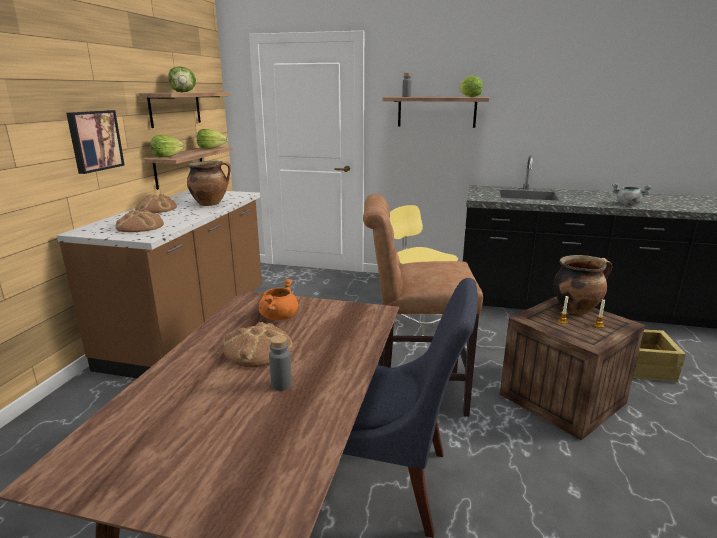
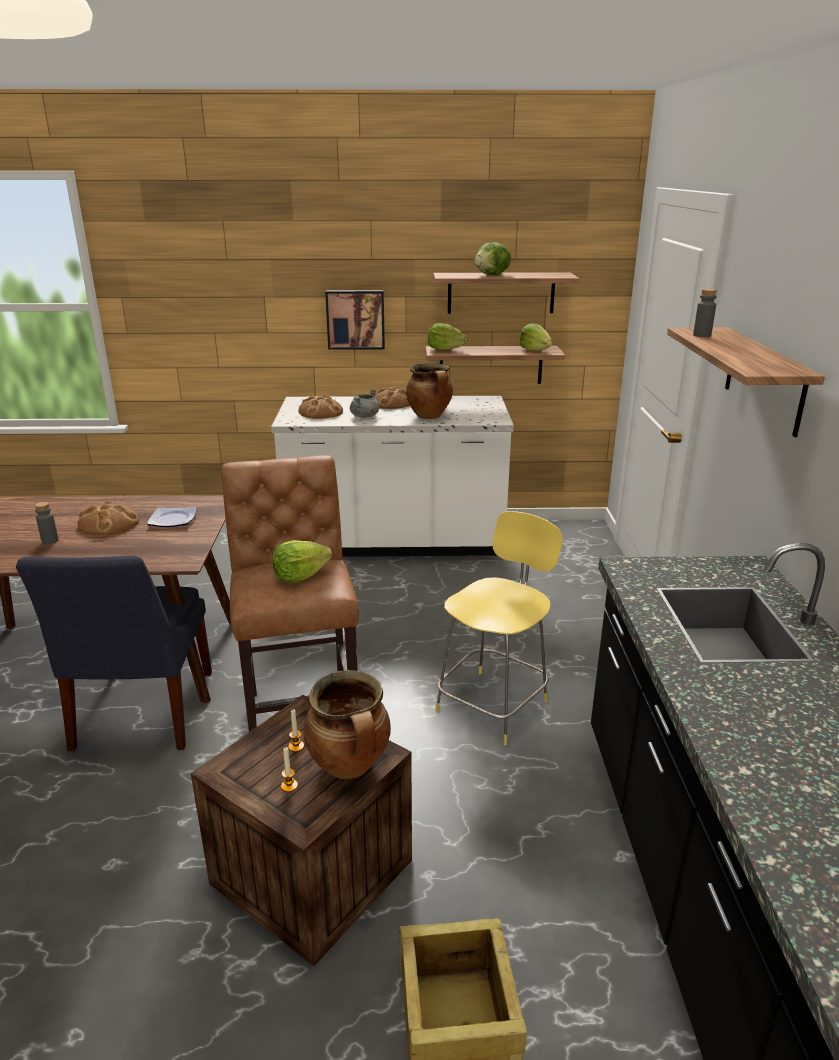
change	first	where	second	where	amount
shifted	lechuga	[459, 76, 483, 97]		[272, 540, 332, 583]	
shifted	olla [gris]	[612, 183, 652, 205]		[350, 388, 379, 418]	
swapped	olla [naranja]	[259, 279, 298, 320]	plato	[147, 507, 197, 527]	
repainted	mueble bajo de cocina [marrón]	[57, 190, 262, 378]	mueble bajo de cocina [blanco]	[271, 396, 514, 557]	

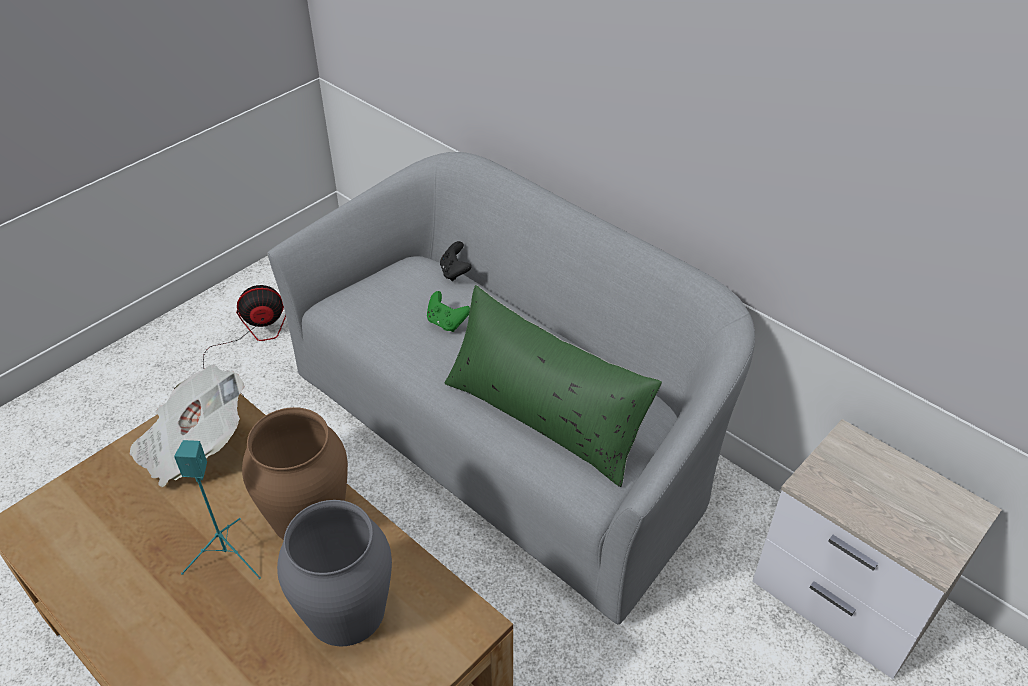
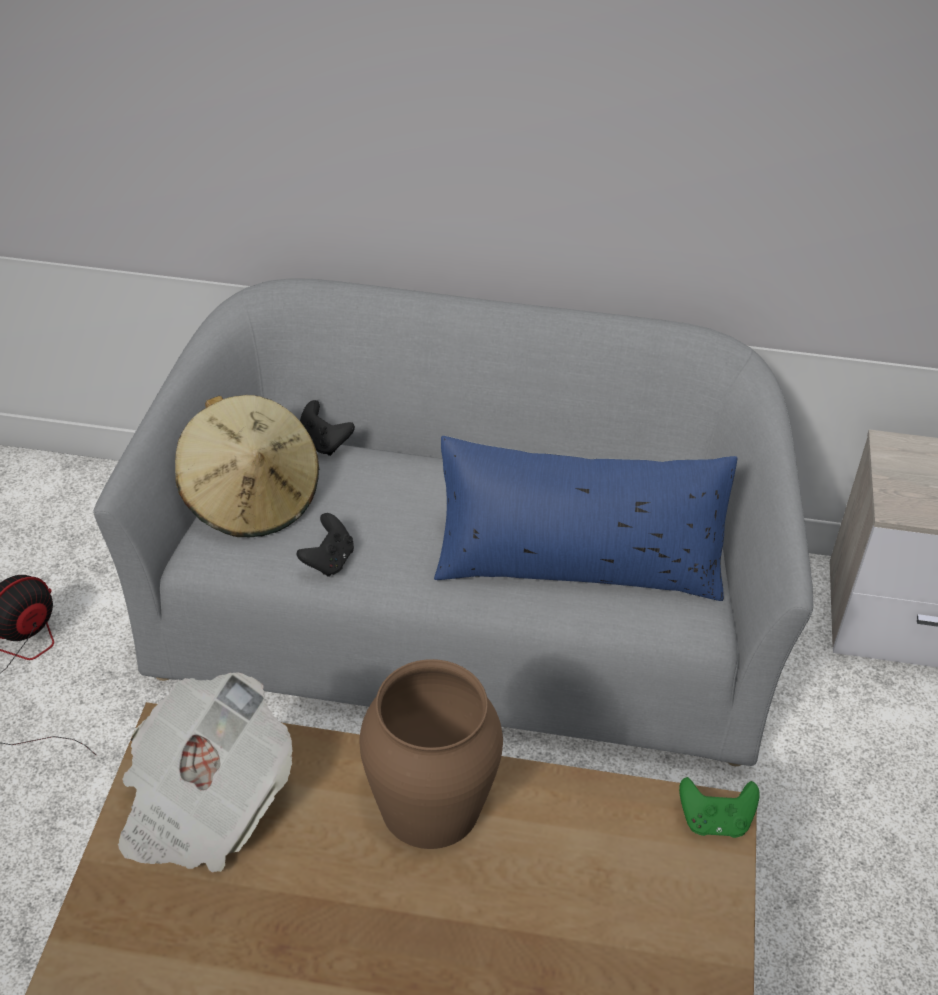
change	first	where	second	where	amount
gone	altavoz [turquesa]	[174, 440, 261, 579]			
gone	florero [gris]	[277, 500, 392, 646]			
new			sombrero [beis]	[175, 395, 319, 537]	
new			mando de consola [negro]	[297, 513, 354, 577]	
shifted	mando de consola [verde]	[427, 291, 470, 332]		[679, 777, 759, 838]	
repainted	cojín [verde]	[445, 285, 662, 487]	cojín [azul]	[434, 436, 737, 601]	

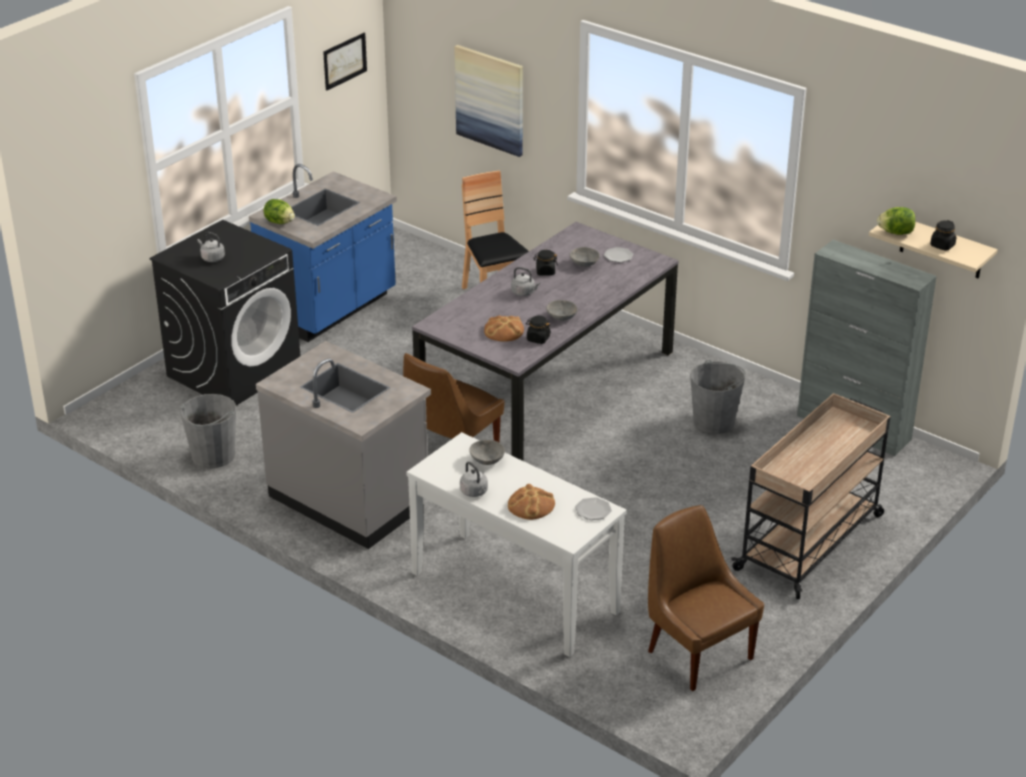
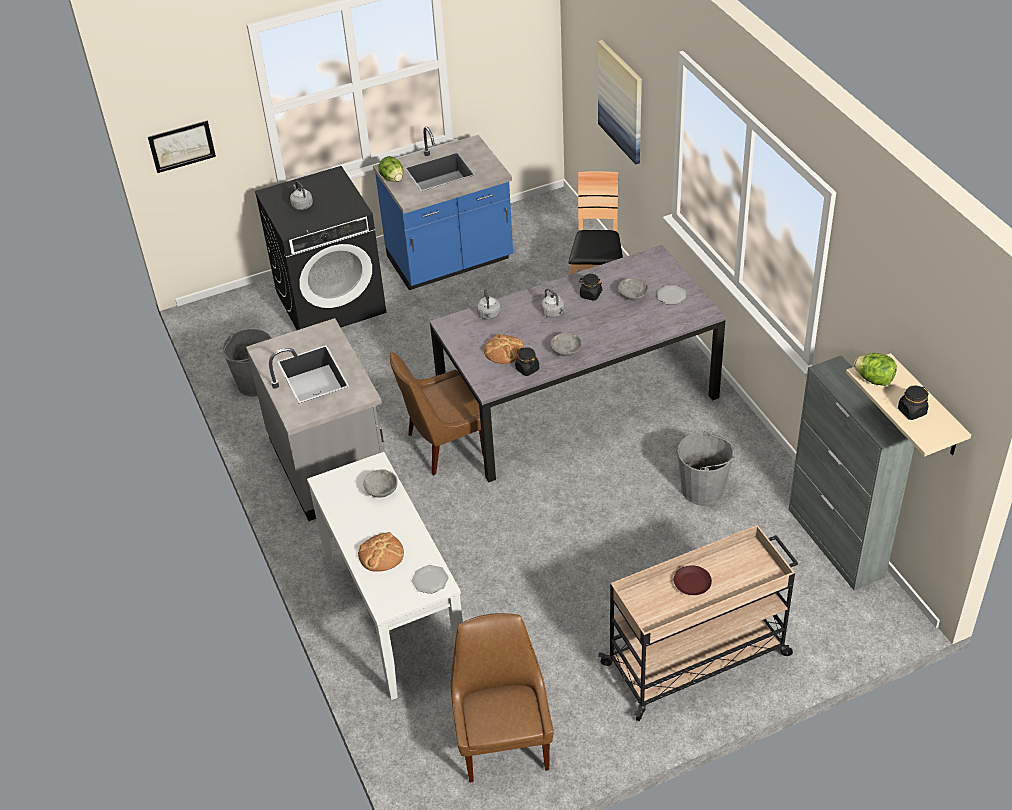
change	first	where	second	where	amount
new			plato [marrón]	[674, 565, 712, 595]	
shifted	cuadro	[323, 33, 367, 90]		[148, 121, 216, 173]	
shifted	hervidor [gris]	[460, 462, 488, 497]		[477, 289, 500, 319]	

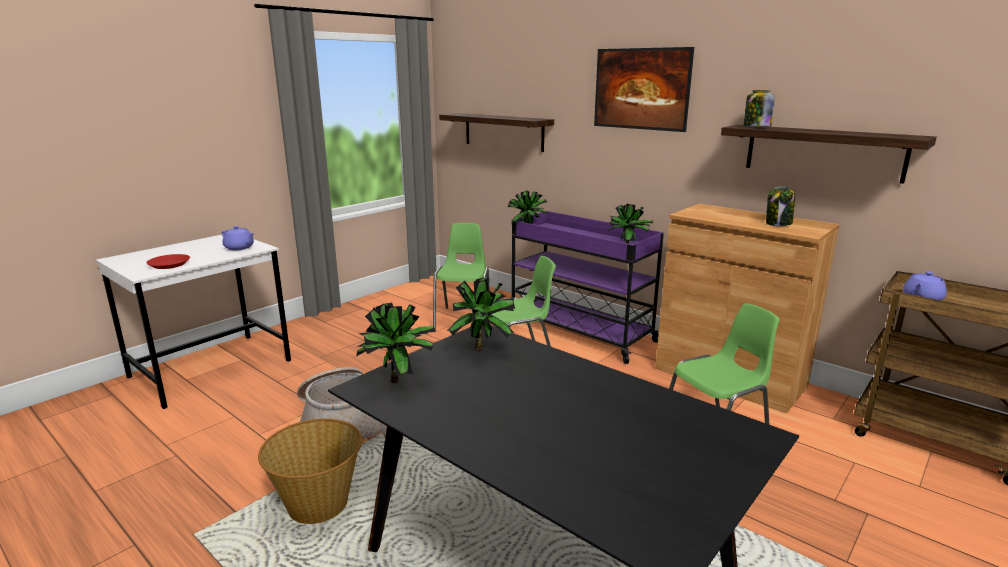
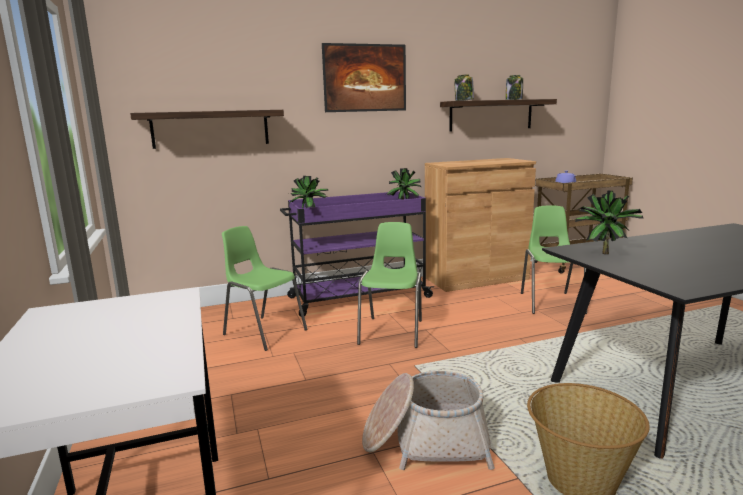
change	first	where	second	where	amount
gone	plato [rojo]	[146, 254, 190, 269]			
gone	tetera [morado]	[222, 226, 254, 250]			
gone	planta en maceta	[356, 303, 436, 383]			
shifted	tarro	[766, 186, 795, 226]		[506, 75, 523, 100]	

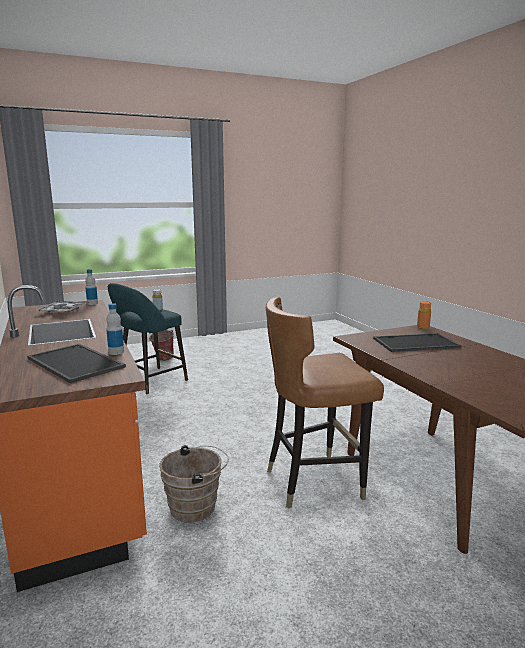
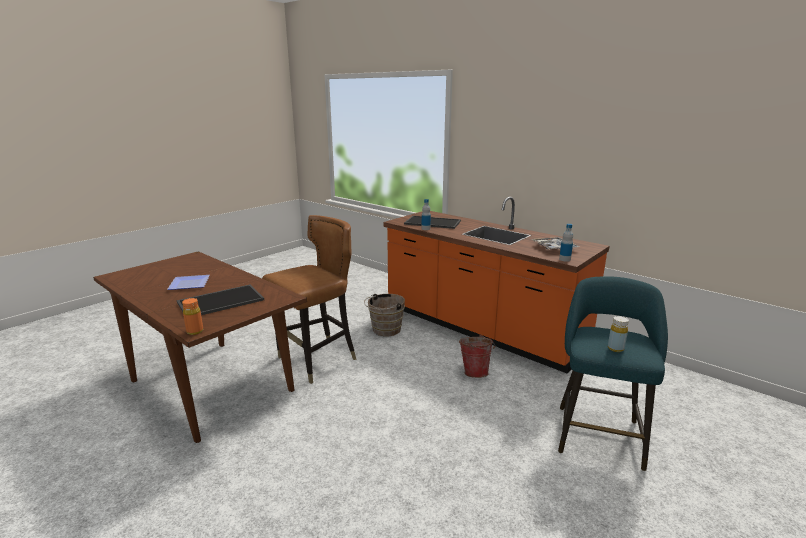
change	first	where	second	where	amount
new			plato	[167, 275, 210, 290]	
shifted	cubo	[148, 330, 174, 361]		[459, 335, 495, 378]	

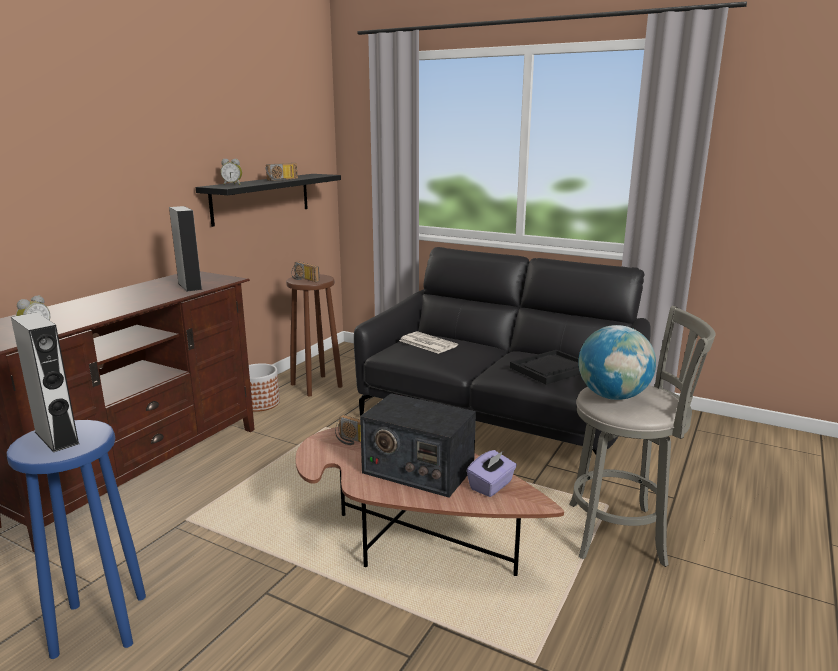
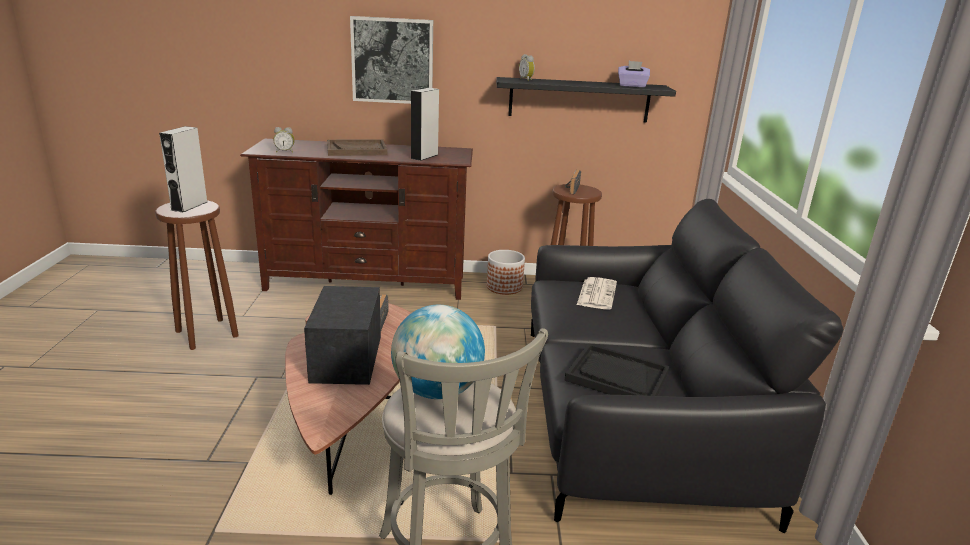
change	first	where	second	where	amount
gone	radio	[266, 163, 298, 181]			
new			bandeja [marrón]	[327, 139, 387, 156]	
new			cuadro	[350, 16, 433, 104]	
shifted	caja de pañuelos [morado]	[467, 450, 517, 497]		[618, 61, 650, 87]	
repainted	taburete [azul]	[7, 420, 146, 659]	taburete [marrón]	[155, 200, 239, 350]	

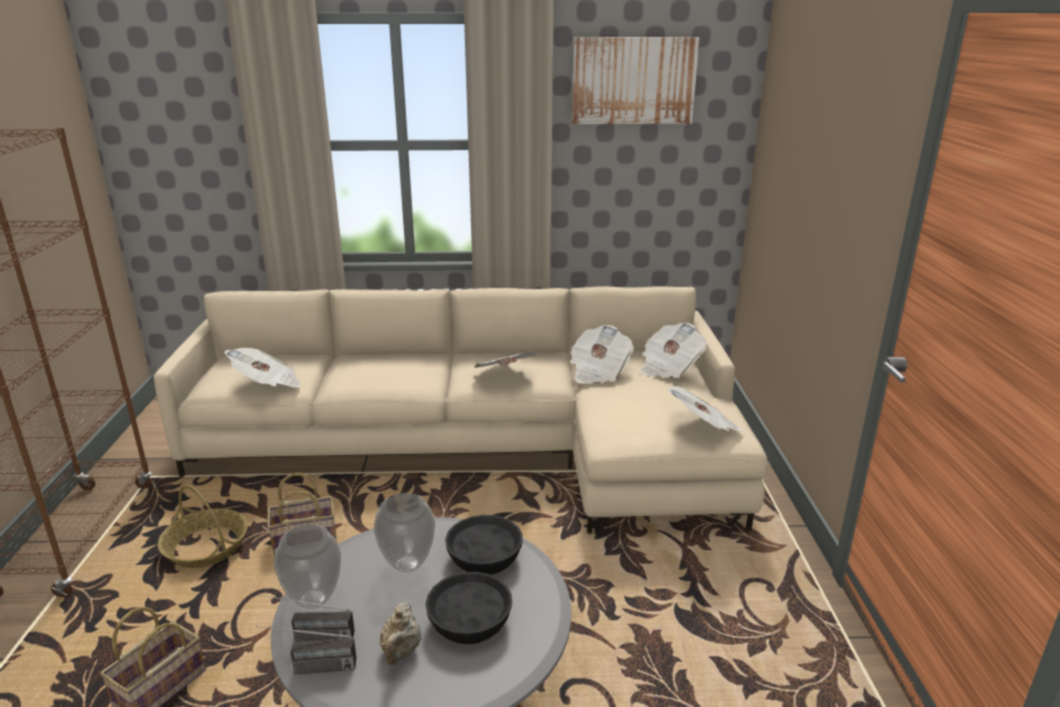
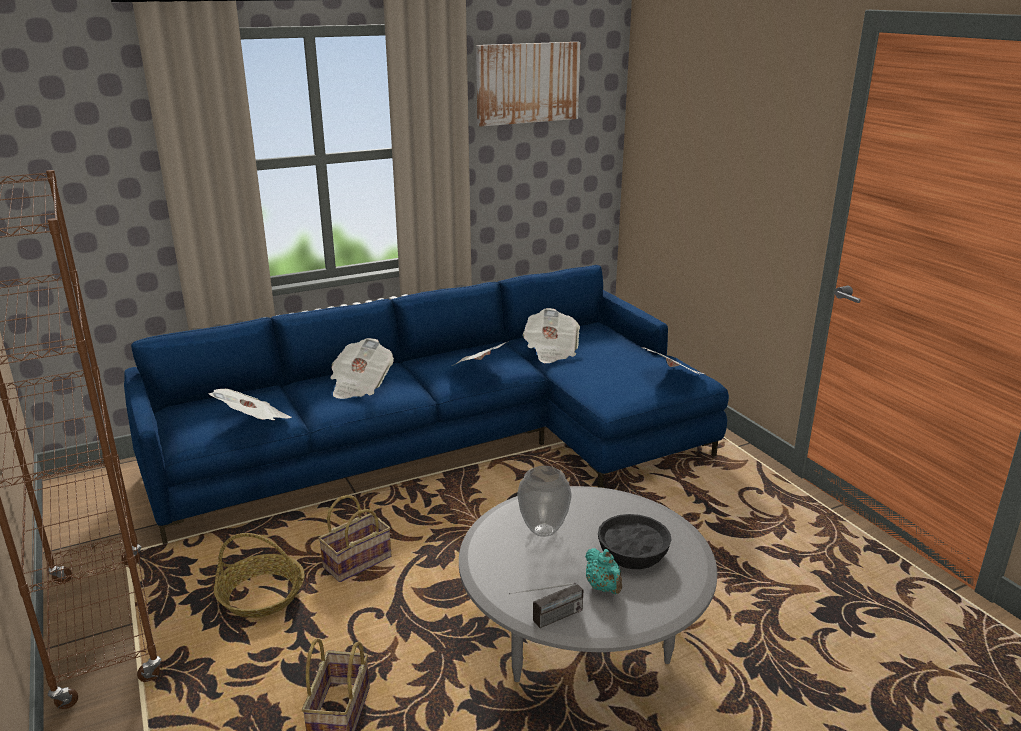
change	first	where	second	where	amount
gone	radio	[260, 595, 355, 642]			
gone	florero	[274, 524, 341, 609]			
gone	cuenco [negro]	[445, 515, 523, 575]			
shifted	periódico	[641, 323, 706, 378]		[330, 338, 394, 399]	
repainted	sofá [beis]	[154, 286, 767, 534]	sofá [azul]	[124, 265, 729, 544]	
repainted	tetera [beis]	[379, 602, 421, 665]	tetera [turquesa]	[585, 548, 622, 594]	

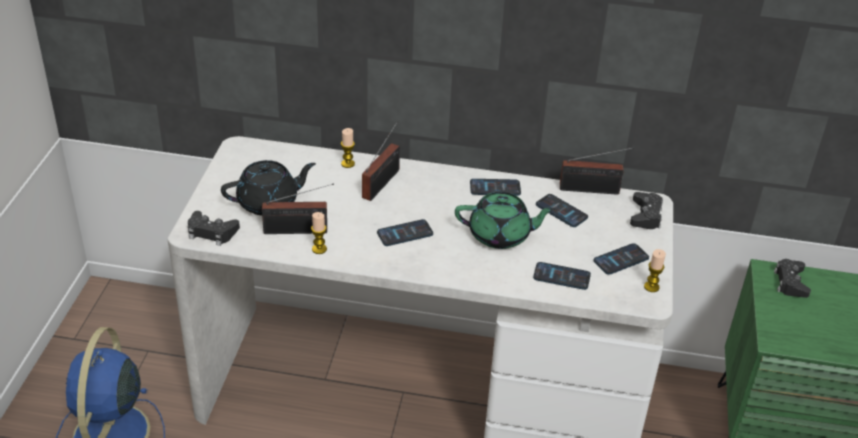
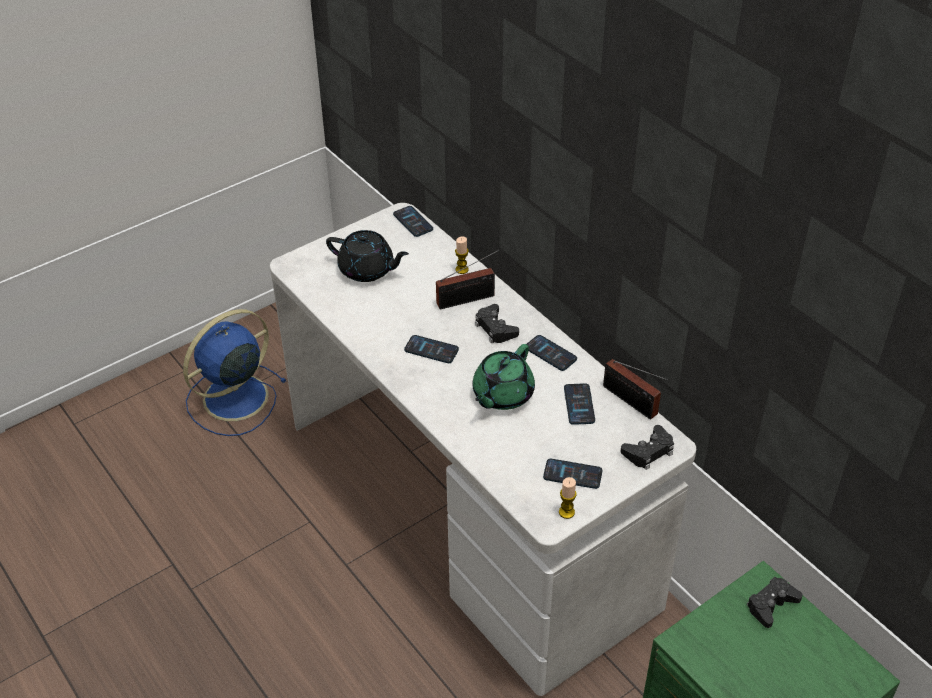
change	first	where	second	where	amount
gone	radio	[262, 183, 334, 234]			
gone	vela	[311, 212, 327, 254]			
shifted	mando de consola [negro]	[188, 211, 240, 246]		[475, 304, 519, 343]	
shifted	móvil	[533, 262, 591, 290]		[393, 206, 433, 237]	
rotated	tetera [verde]	[455, 192, 556, 249]		[472, 344, 535, 410]	75 degrees clockwise

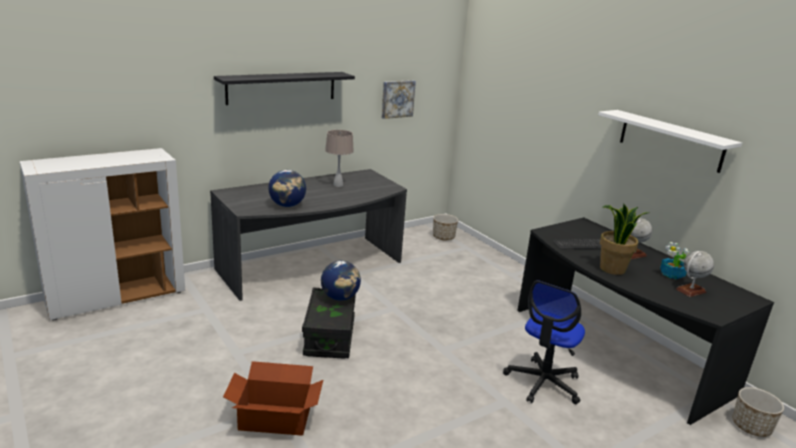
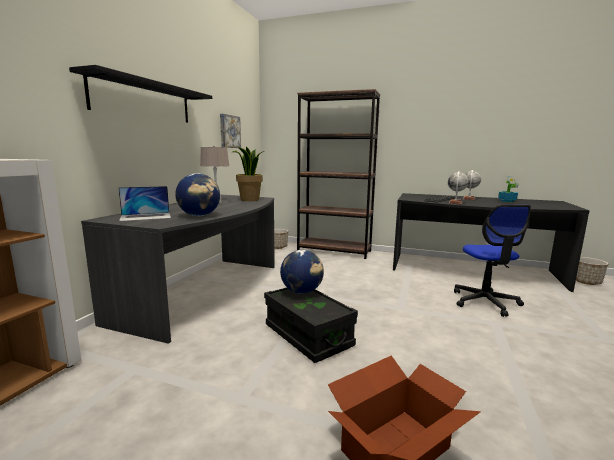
change	first	where	second	where	amount
gone	estante [blanco]	[598, 110, 742, 173]			
new			portátil	[118, 186, 171, 221]	
new			estantería [marrón]	[297, 89, 380, 259]	
shifted	planta en maceta	[600, 204, 648, 275]		[233, 147, 265, 201]	
shifted	globo terráqueo	[676, 251, 714, 297]		[448, 171, 468, 205]	

